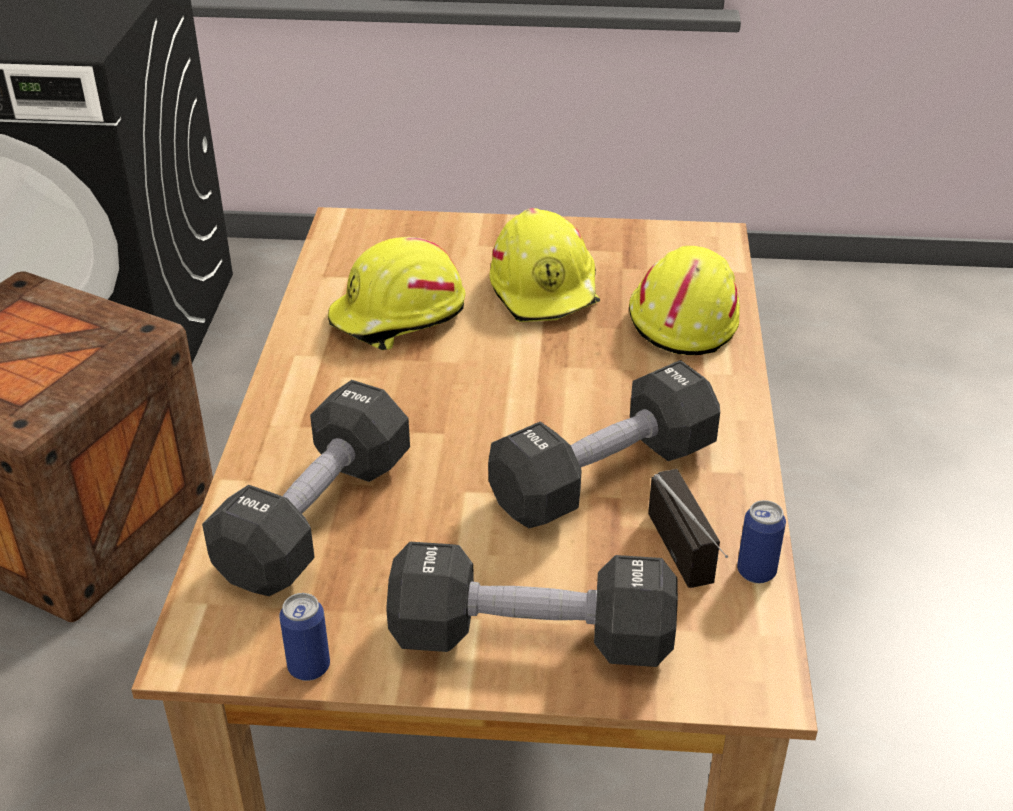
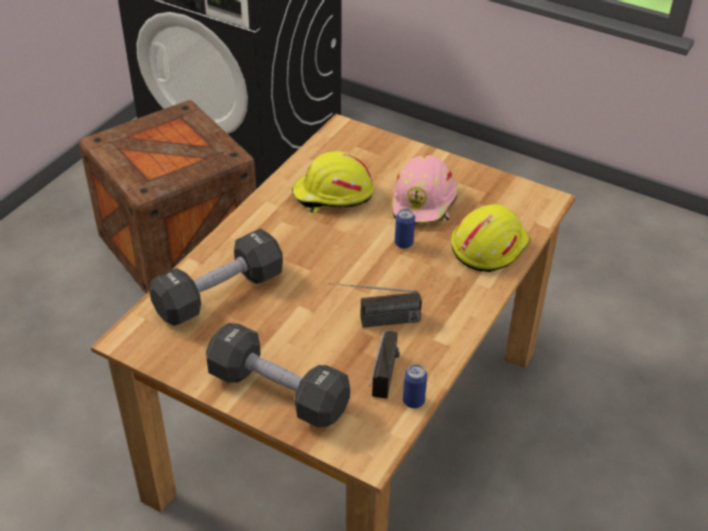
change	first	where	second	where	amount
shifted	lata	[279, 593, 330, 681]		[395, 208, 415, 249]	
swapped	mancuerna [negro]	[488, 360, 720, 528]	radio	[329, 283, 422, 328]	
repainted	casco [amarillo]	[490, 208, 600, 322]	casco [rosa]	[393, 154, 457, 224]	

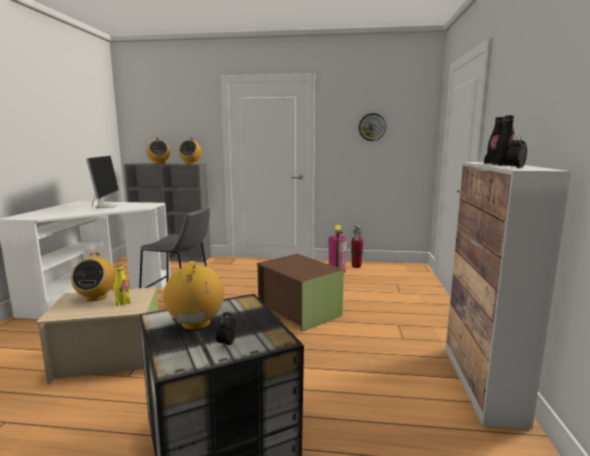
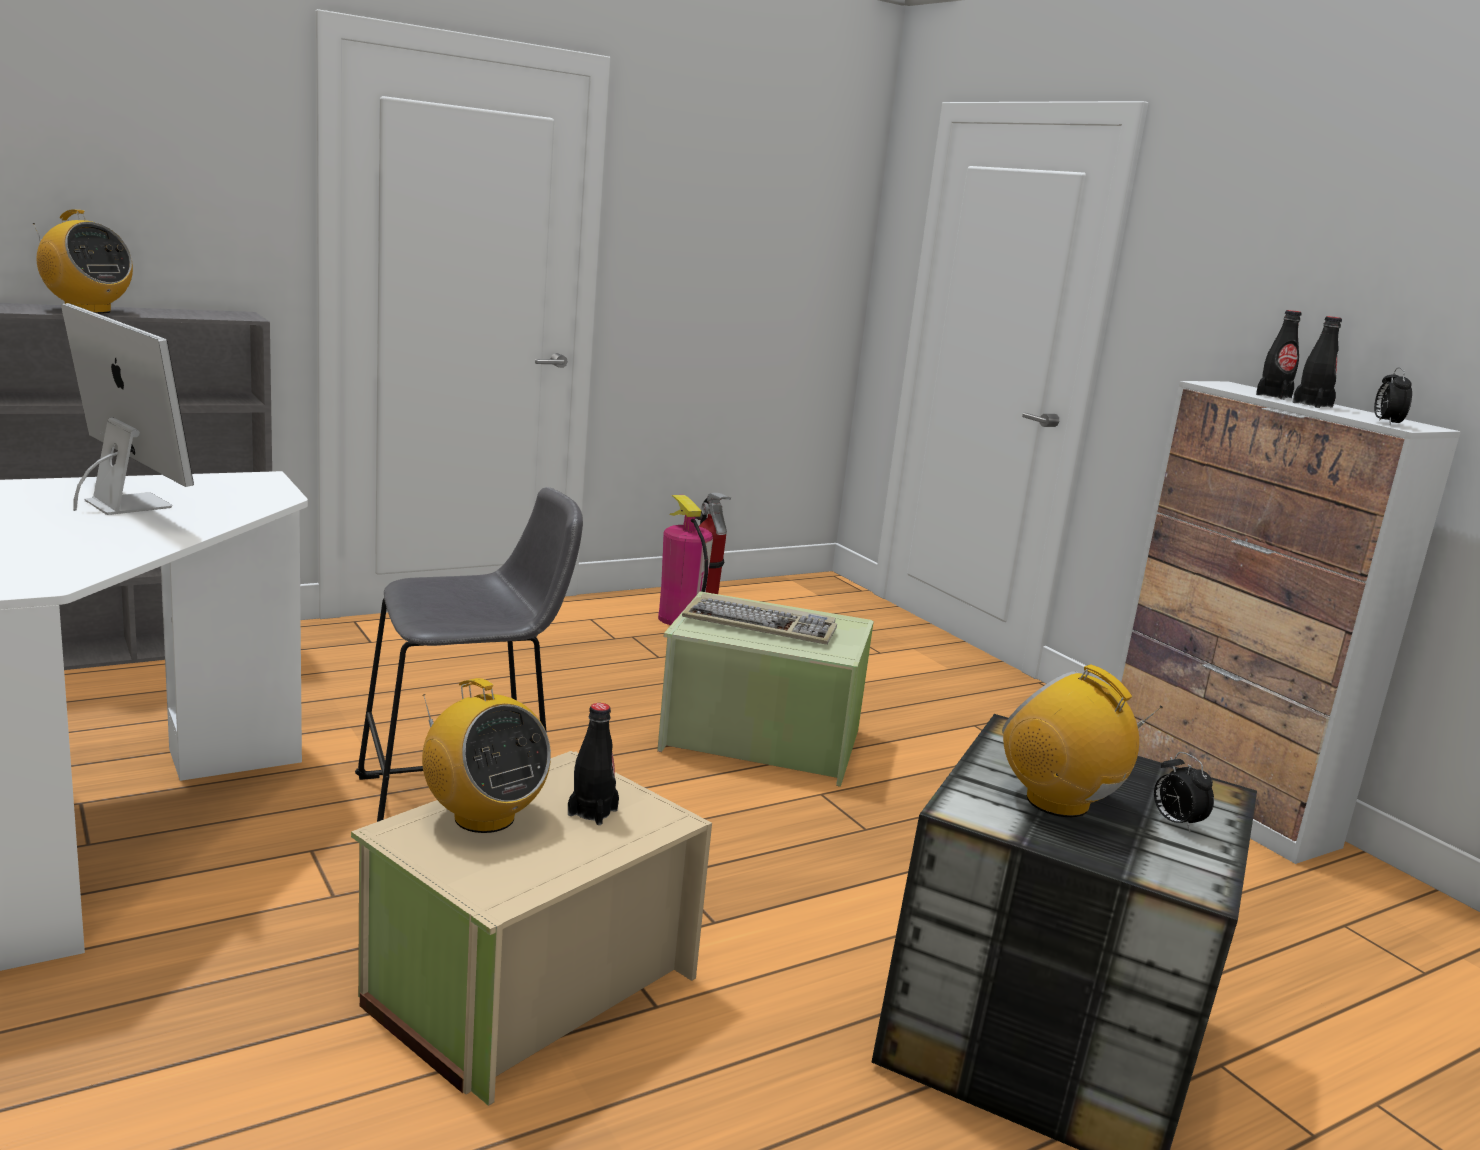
change	first	where	second	where	amount
gone	radio	[179, 137, 202, 164]			
gone	reloj de pared	[359, 113, 386, 141]			
new			teclado	[682, 593, 837, 645]	
repainted	botella [amarillo]	[114, 265, 131, 306]	botella [negro]	[568, 703, 619, 825]	
repainted	caja de almacenaje [marrón]	[257, 254, 344, 332]	caja de almacenaje [verde]	[657, 591, 874, 787]	

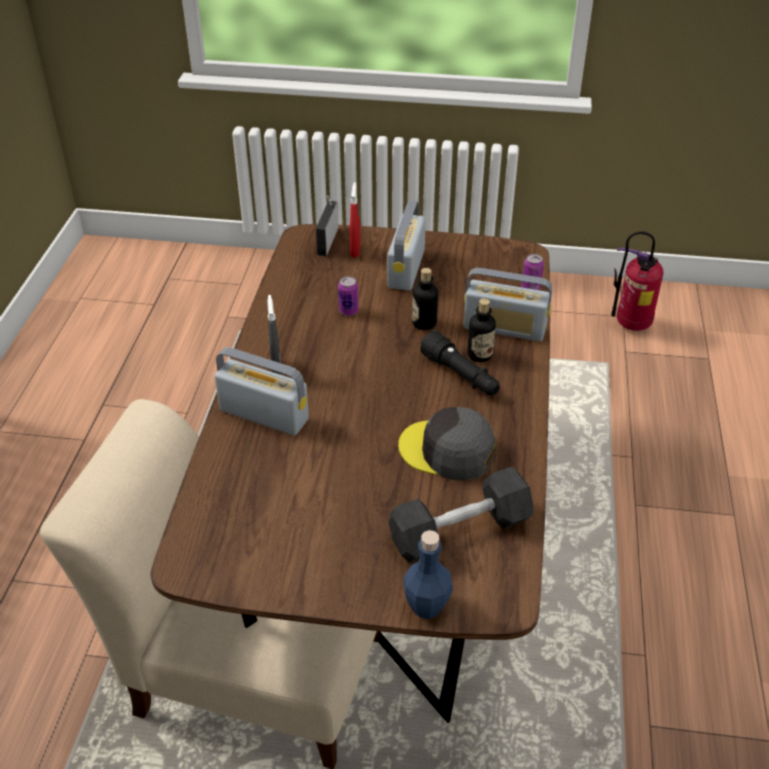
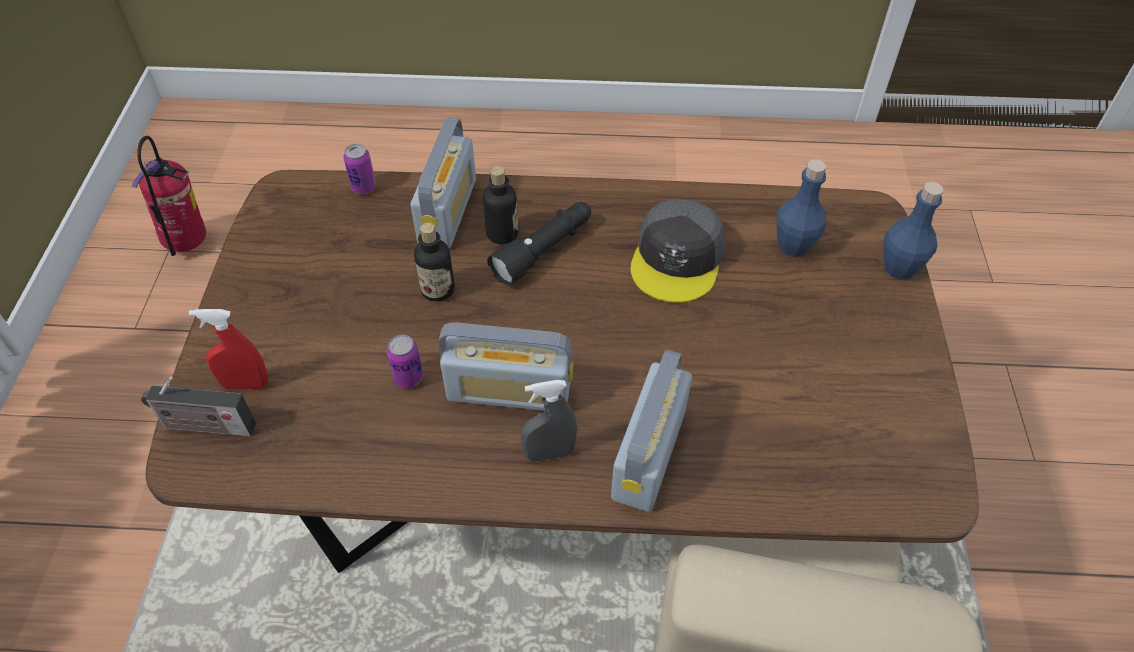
change	first	where	second	where	amount
shifted	radio	[387, 200, 426, 291]		[438, 323, 573, 411]	
swapped	mancuerna [negro]	[388, 466, 533, 563]	botella [azul]	[777, 159, 826, 257]	

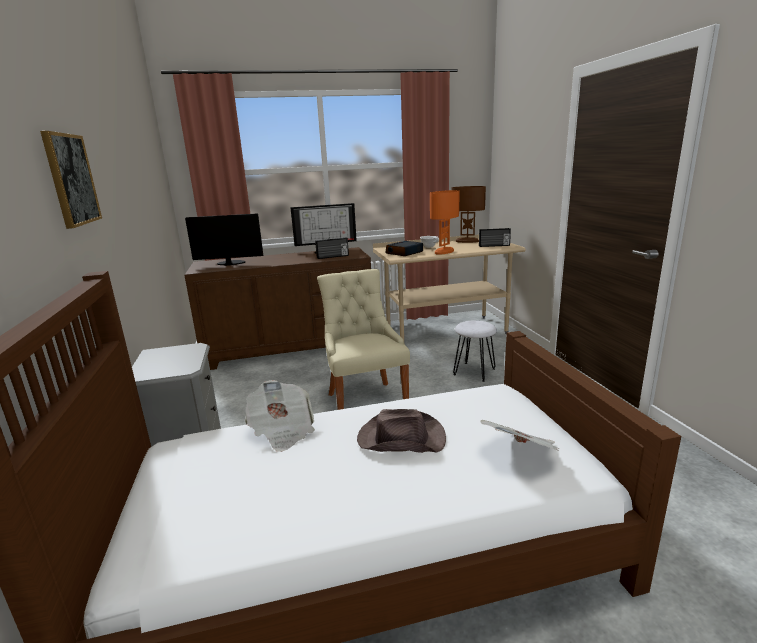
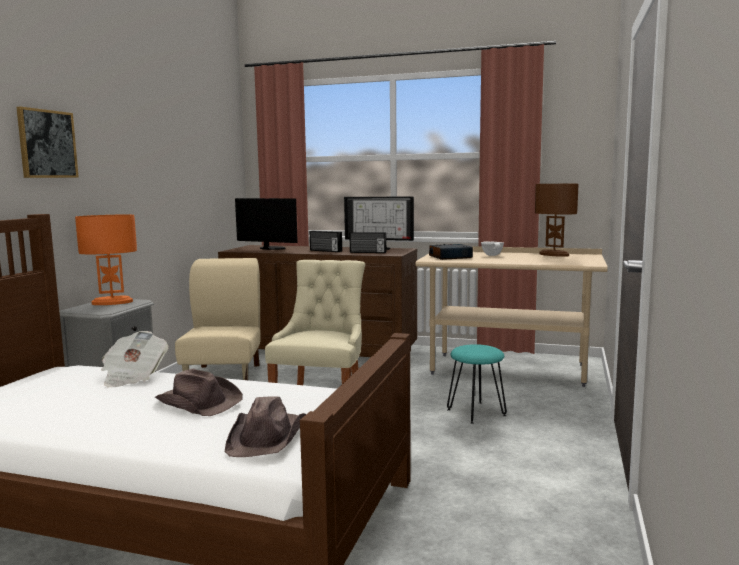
change	first	where	second	where	amount
new			silla [beis]	[175, 258, 261, 380]	
shifted	lámpara de mesa [naranja]	[430, 190, 459, 255]		[75, 215, 137, 305]	
shifted	radio	[479, 228, 511, 247]		[310, 231, 342, 252]	
swapped	periódico	[481, 420, 560, 451]	sombrero [marrón]	[225, 396, 306, 457]	
repainted	taburete [blanco]	[453, 320, 497, 382]	taburete [turquesa]	[447, 344, 507, 424]	

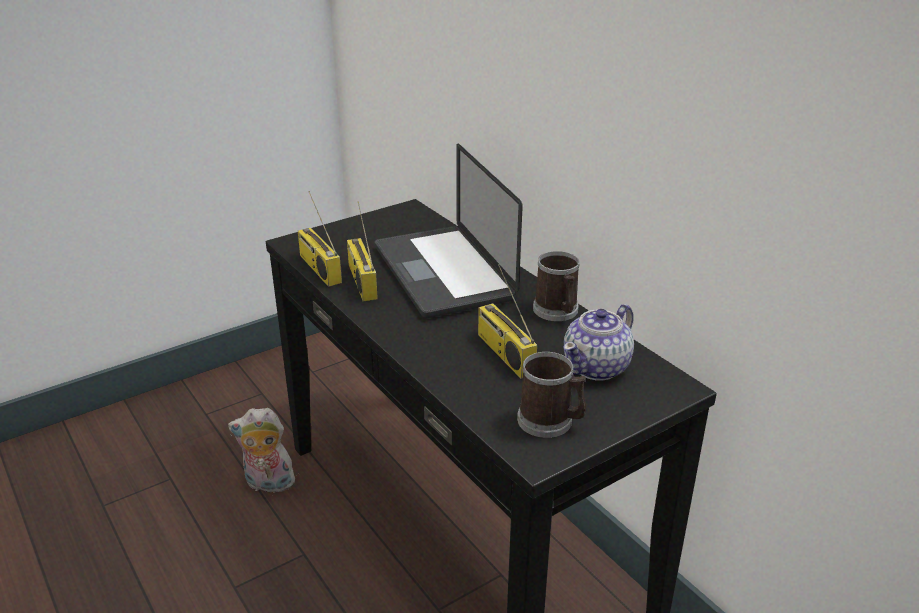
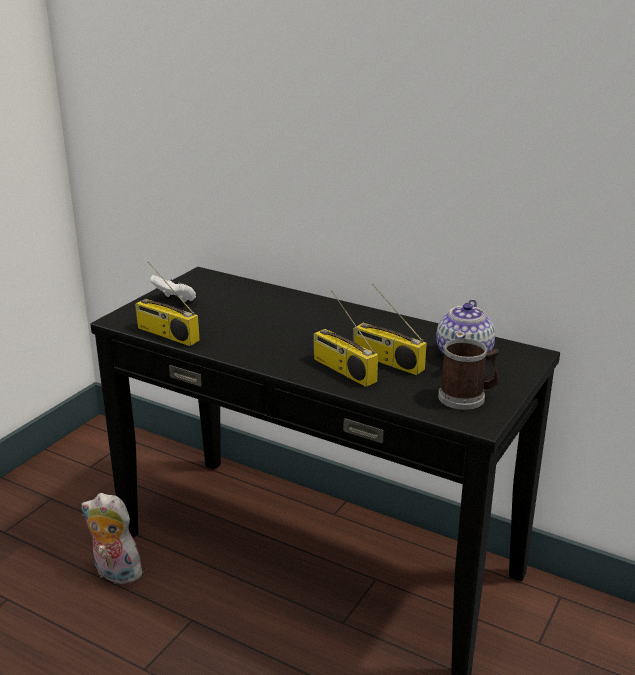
change	first	where	second	where	amount
gone	portátil	[375, 144, 523, 319]			
gone	taza grande	[533, 251, 580, 321]			
new			mando de consola [blanco]	[150, 275, 196, 302]	
shifted	radio	[347, 201, 378, 301]		[314, 291, 378, 387]	
rotated	peluche	[228, 408, 295, 493]		[81, 493, 148, 584]	45 degrees clockwise

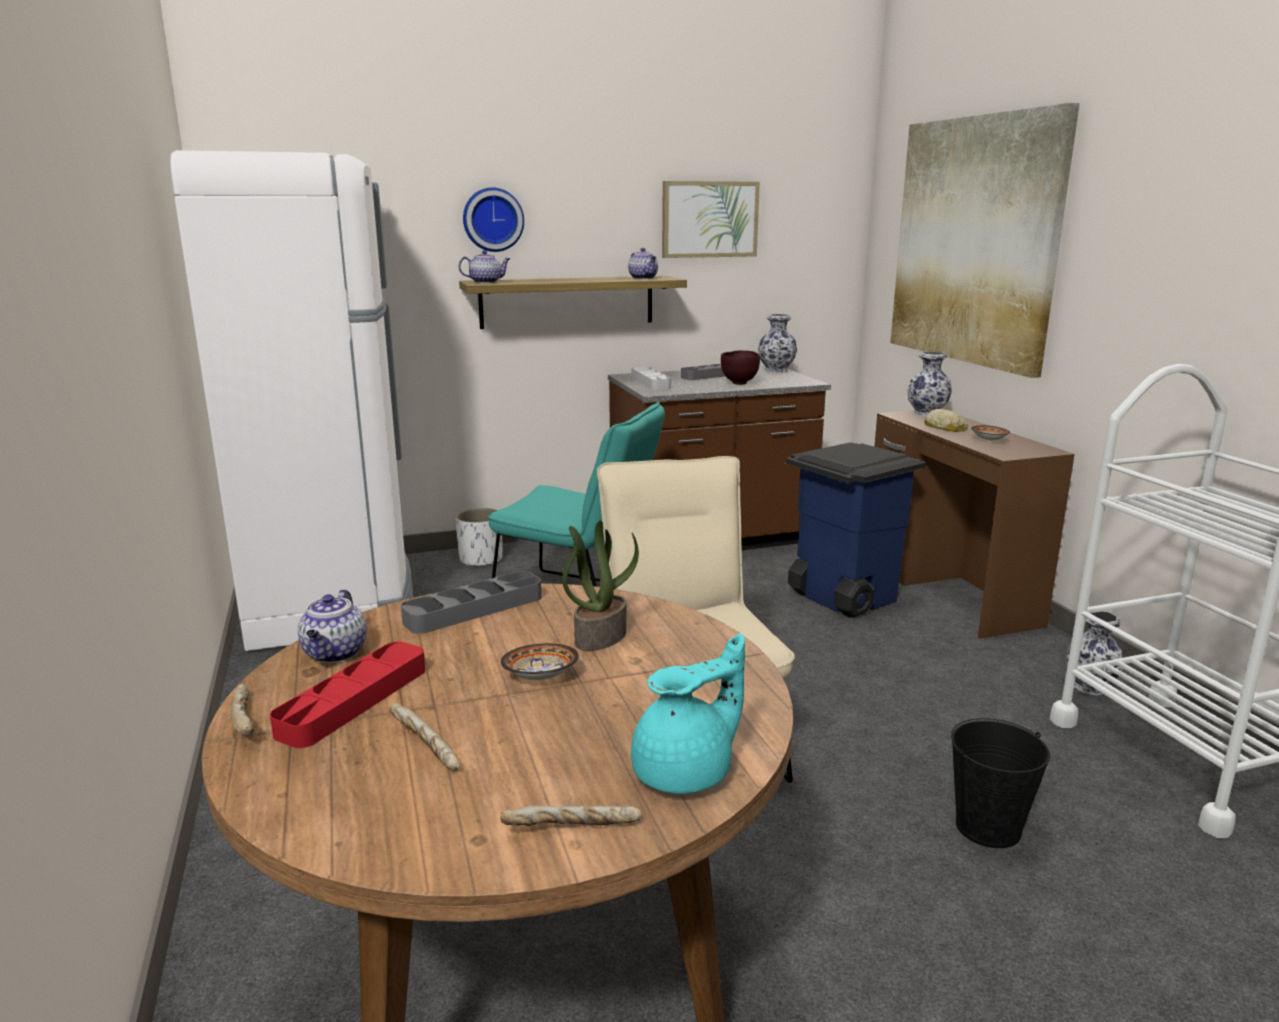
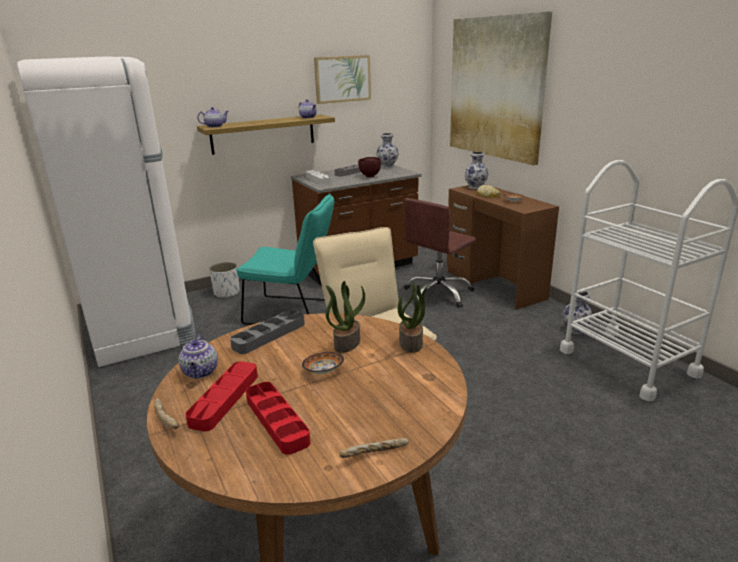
change	first	where	second	where	amount
gone	reloj de pared	[463, 187, 524, 252]			
gone	tetera [turquesa]	[631, 633, 745, 794]			
gone	cubo [negro]	[951, 718, 1050, 848]			
new			planta en maceta	[398, 282, 430, 353]	
swapped	pan	[389, 703, 460, 770]	bandeja [rojo]	[246, 382, 310, 455]	
swapped	papelera [azul]	[786, 442, 925, 618]	silla de oficina [marrón]	[404, 198, 476, 308]	

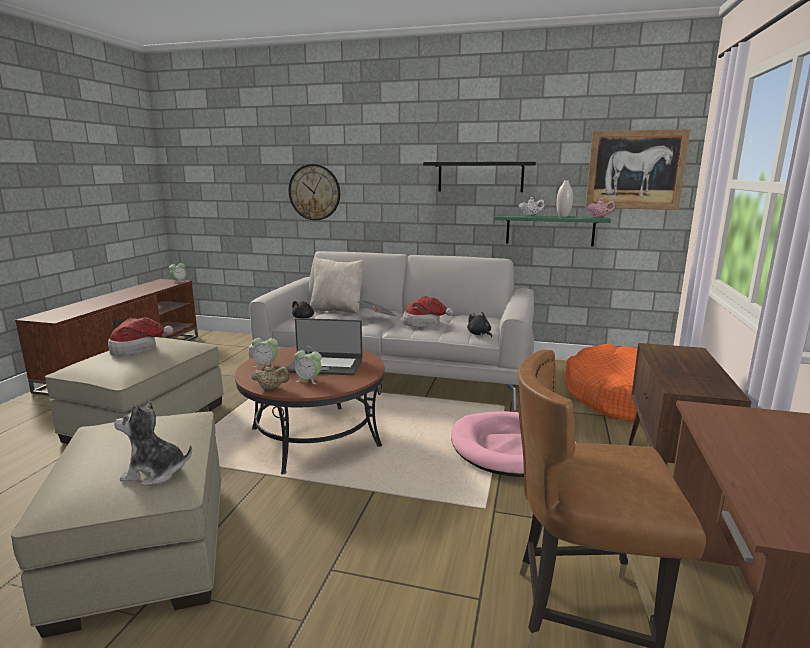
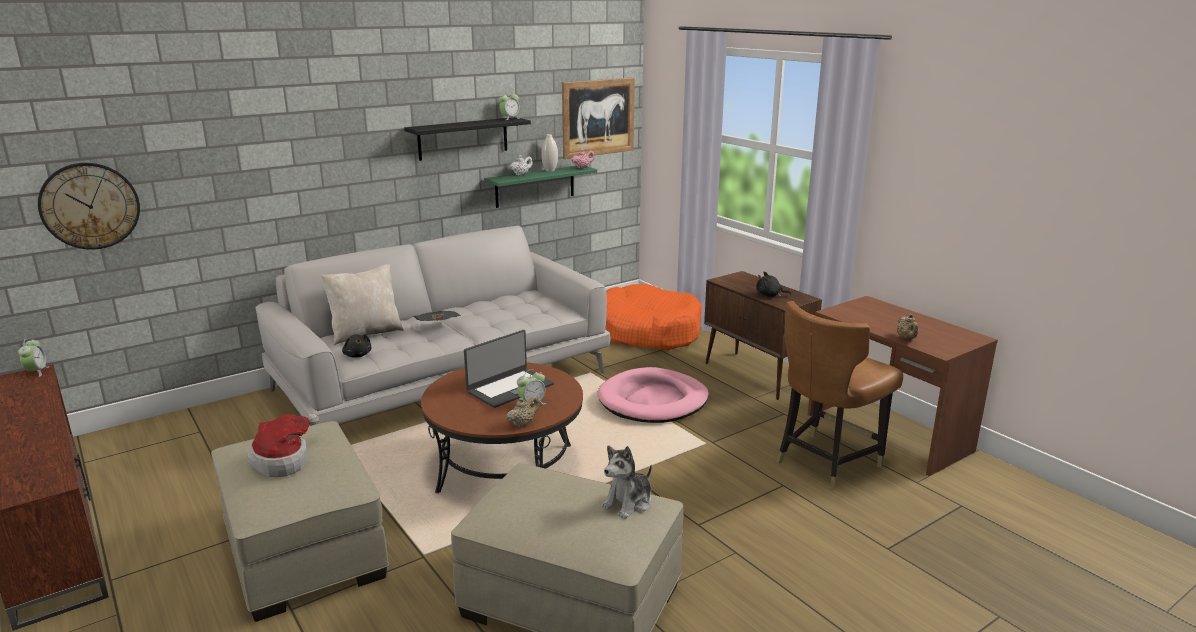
change	first	where	second	where	amount
gone	sombrero	[403, 296, 454, 327]			
new			tetera [beis]	[897, 314, 919, 340]	
shifted	despertador	[252, 334, 278, 368]		[499, 92, 520, 120]	
shifted	reloj de pared	[289, 164, 340, 220]		[38, 163, 140, 250]	
shifted	peluche [negro]	[467, 312, 492, 338]		[756, 272, 791, 297]	

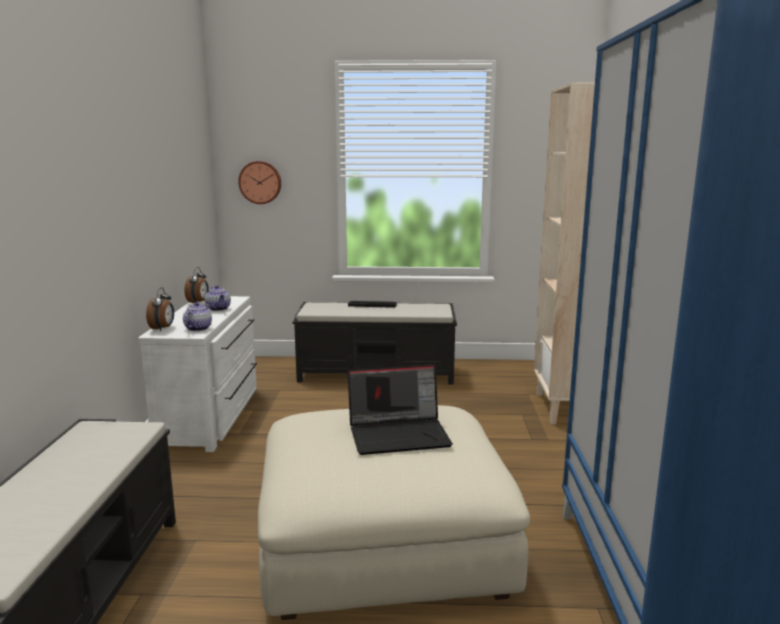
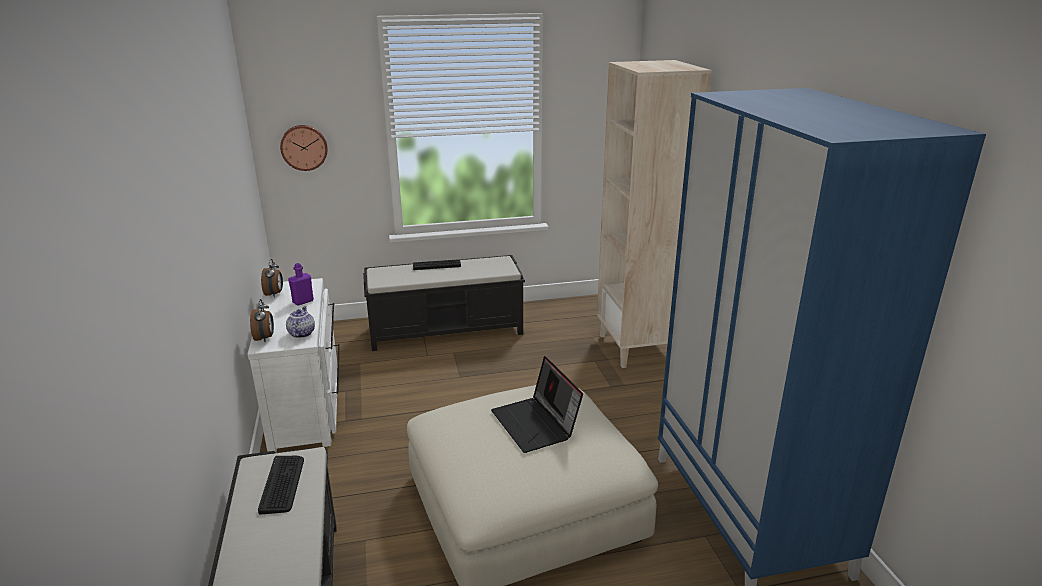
change	first	where	second	where	amount
new			teclado	[258, 456, 304, 515]	
swapped	tetera	[205, 285, 231, 311]	botella [morado]	[288, 263, 314, 306]	
rotated	portátil	[348, 364, 453, 455]		[491, 356, 583, 453]	90 degrees clockwise

